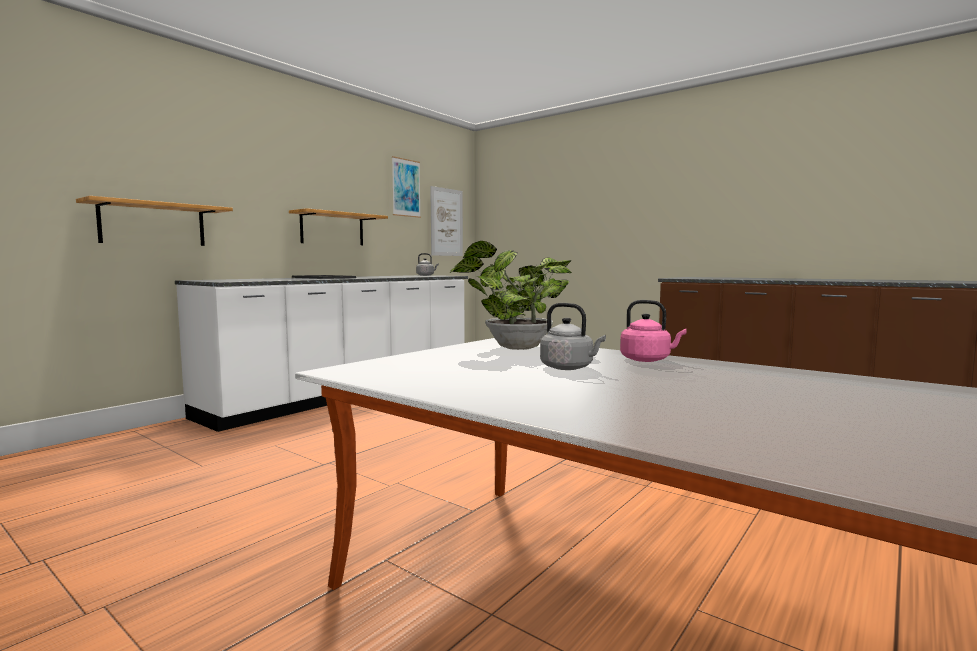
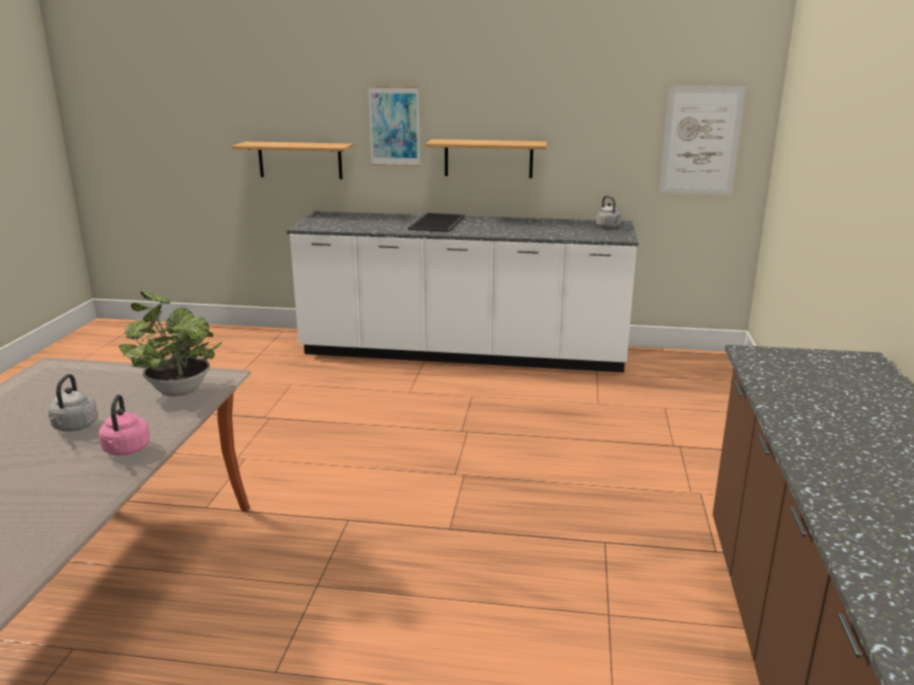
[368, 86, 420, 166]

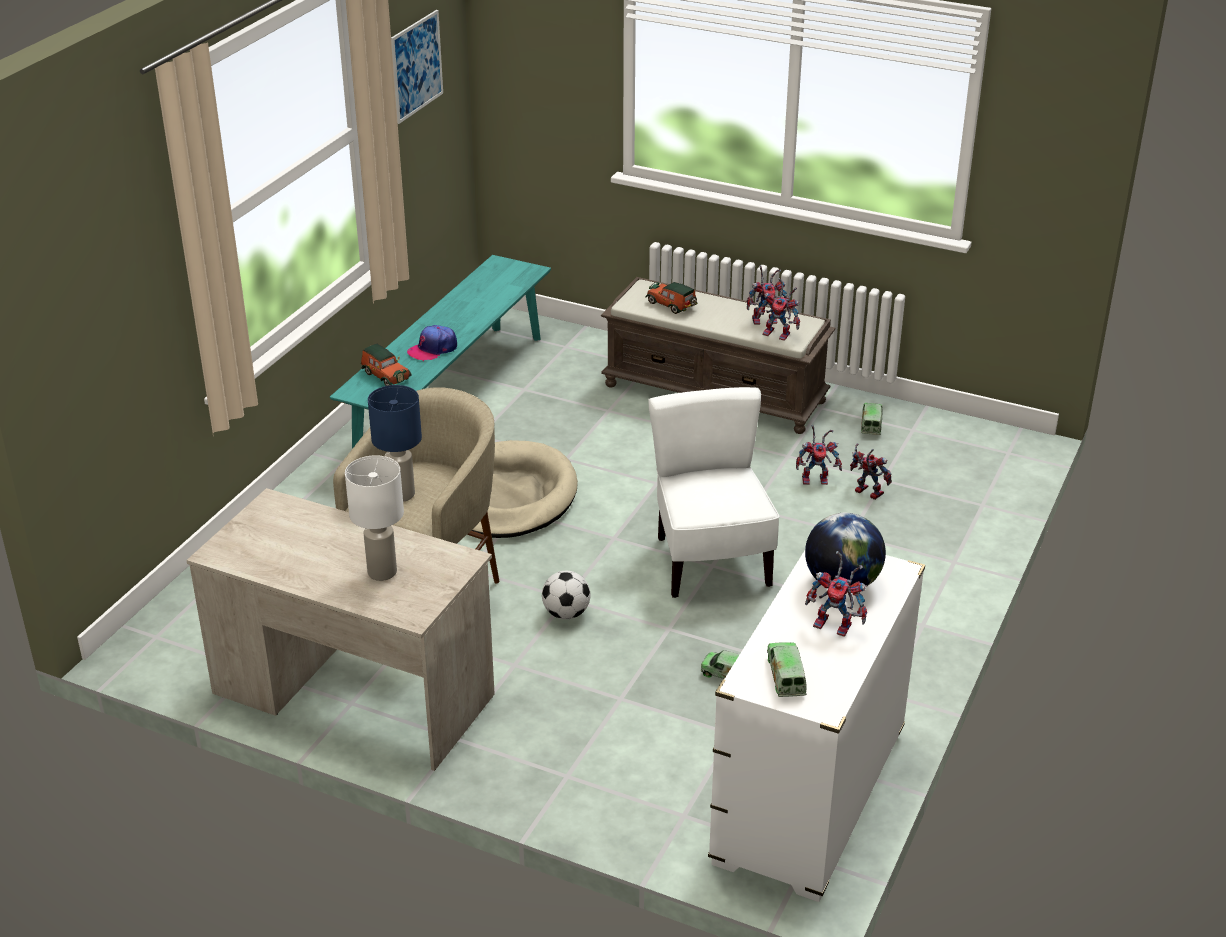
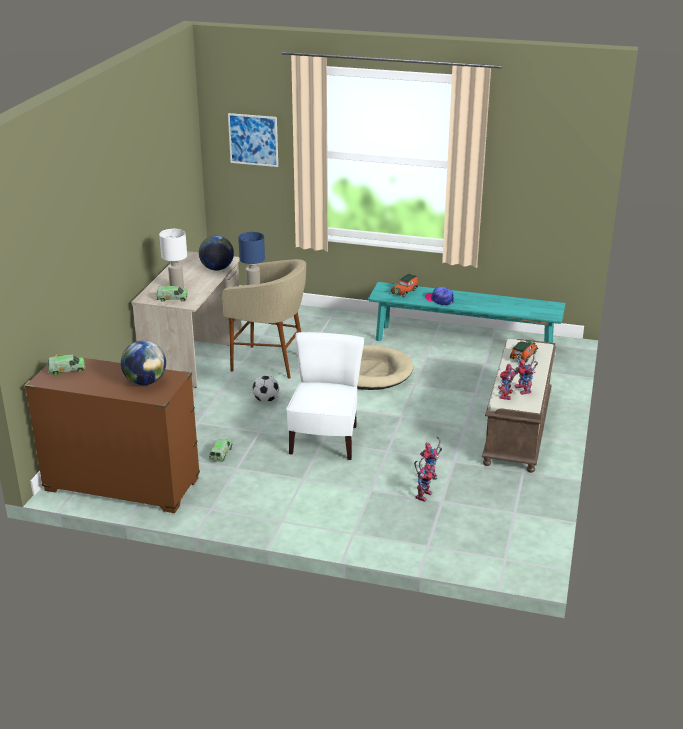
[805, 551, 867, 637] (first image)
[199, 235, 234, 271]
[228, 113, 278, 167]
[157, 286, 188, 302]
[24, 354, 200, 513]
[286, 332, 364, 460]

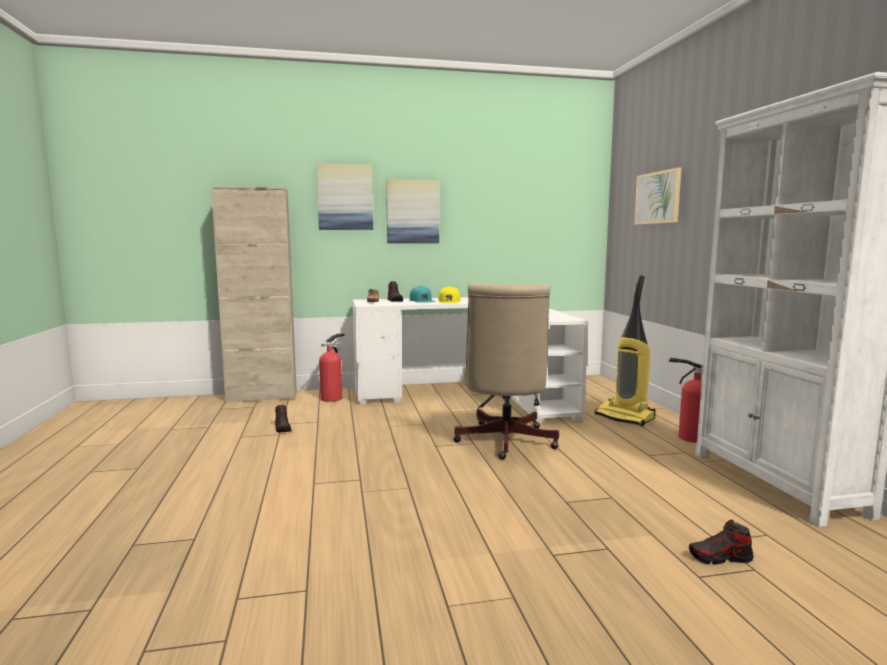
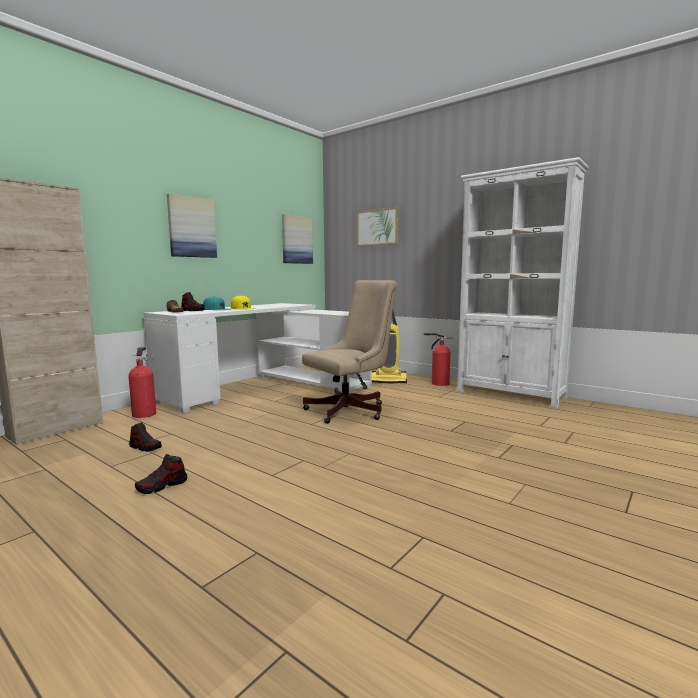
[282, 214, 313, 264]
[135, 454, 187, 494]
[302, 280, 397, 424]

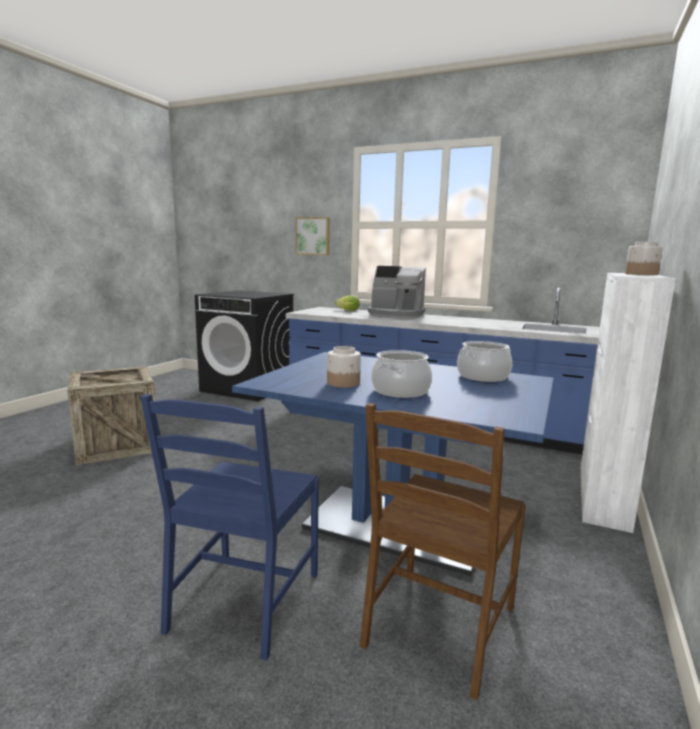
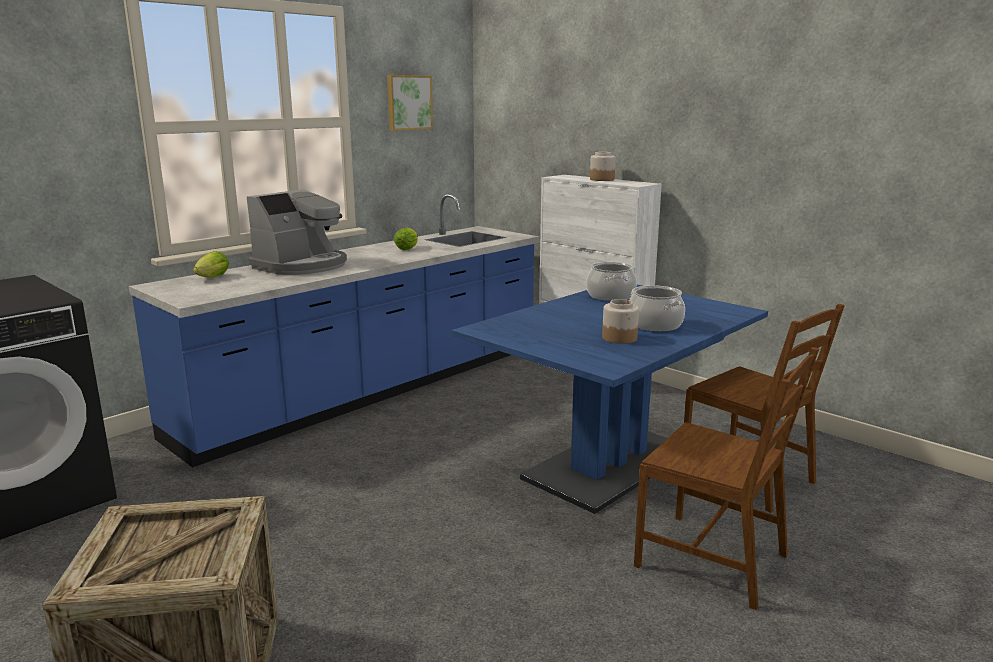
[394, 228, 418, 250]
[387, 75, 433, 131]
[634, 347, 820, 610]

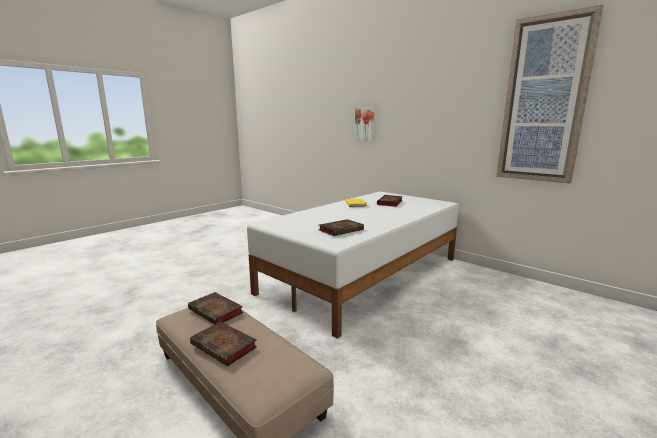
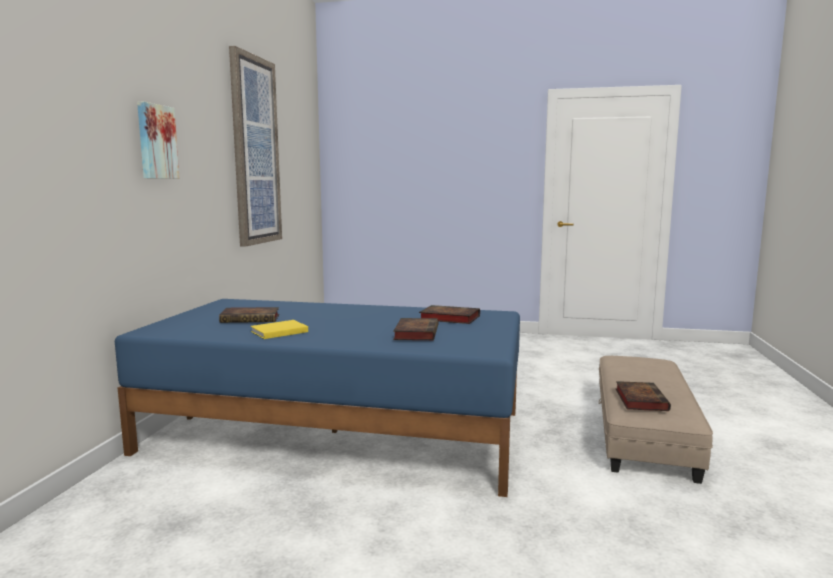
[393, 318, 438, 340]
[137, 101, 180, 179]
[115, 299, 520, 497]

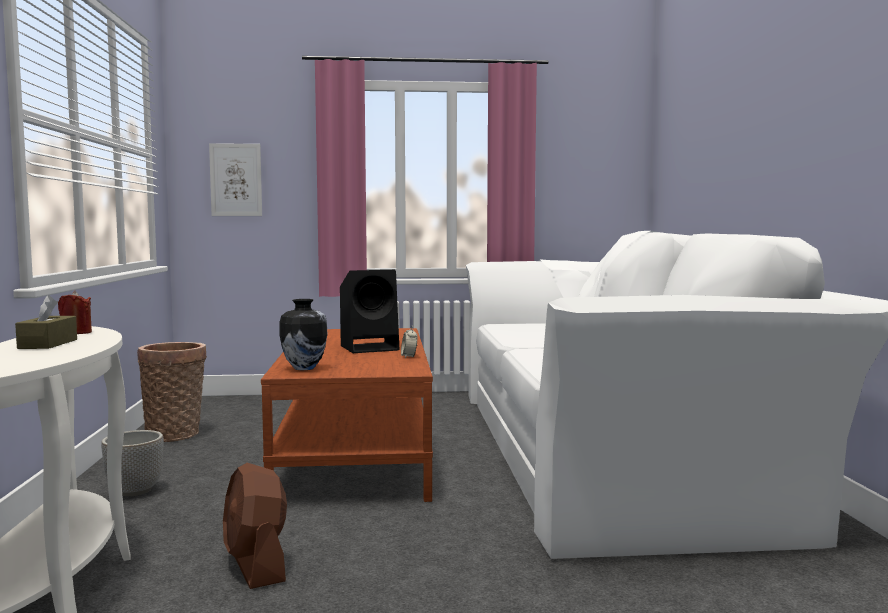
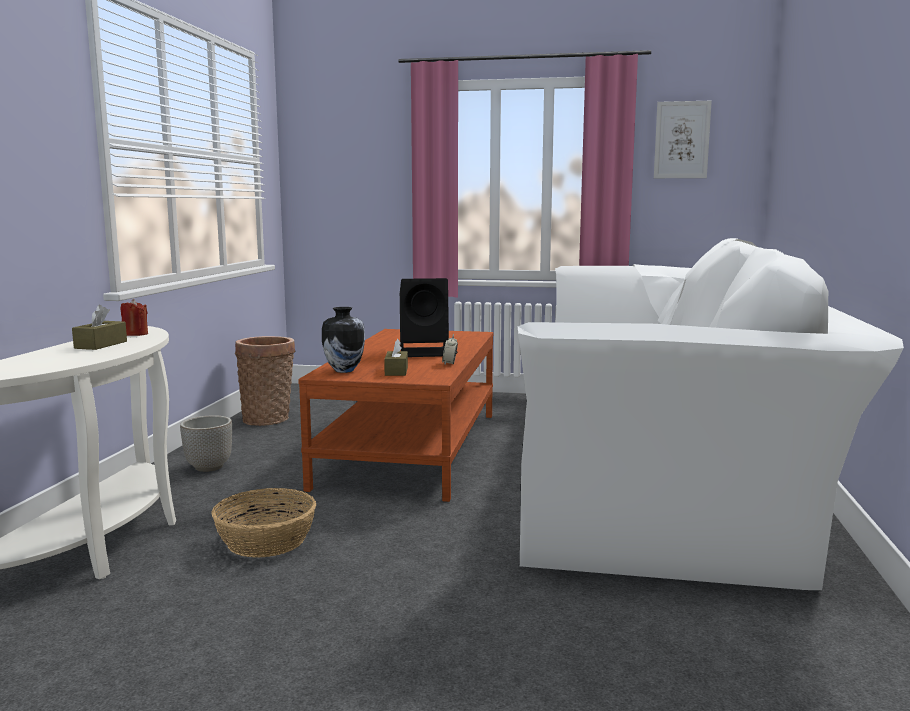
[384, 339, 408, 376]
[654, 101, 712, 178]
[211, 488, 316, 558]

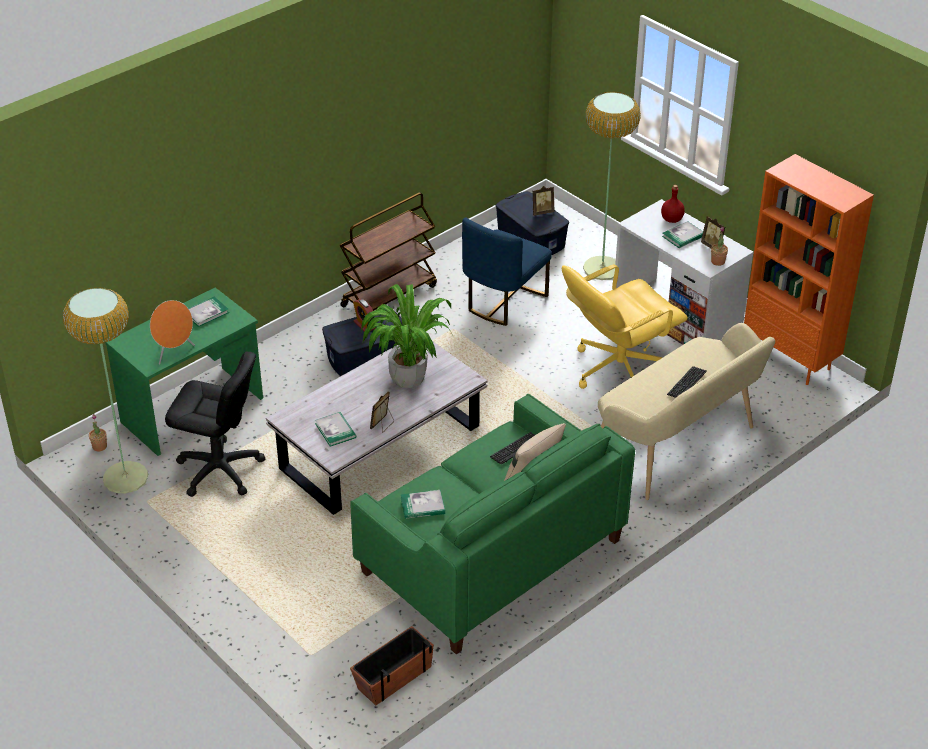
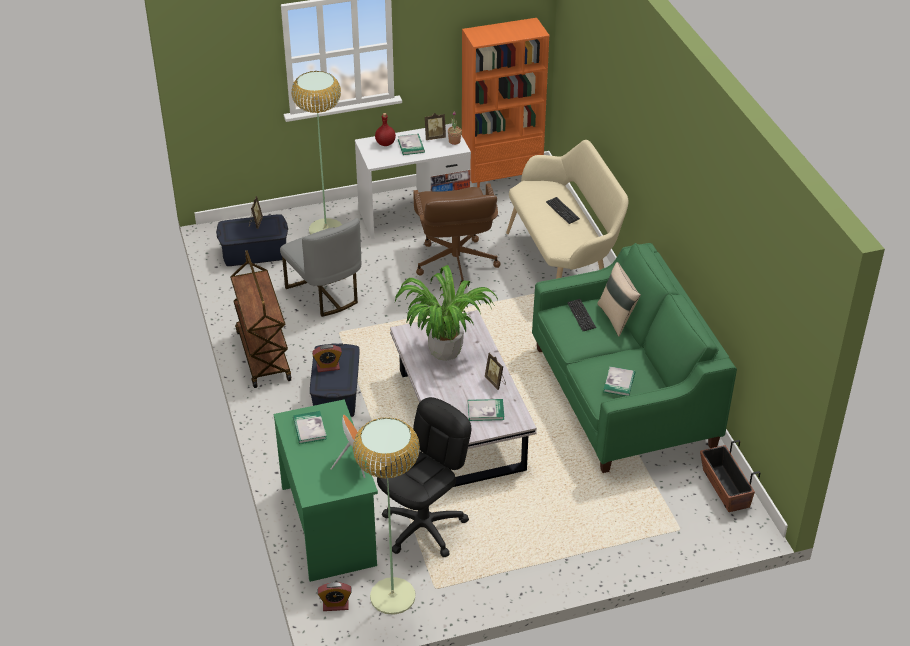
[318, 582, 351, 611]
[280, 218, 361, 317]
[413, 183, 501, 289]

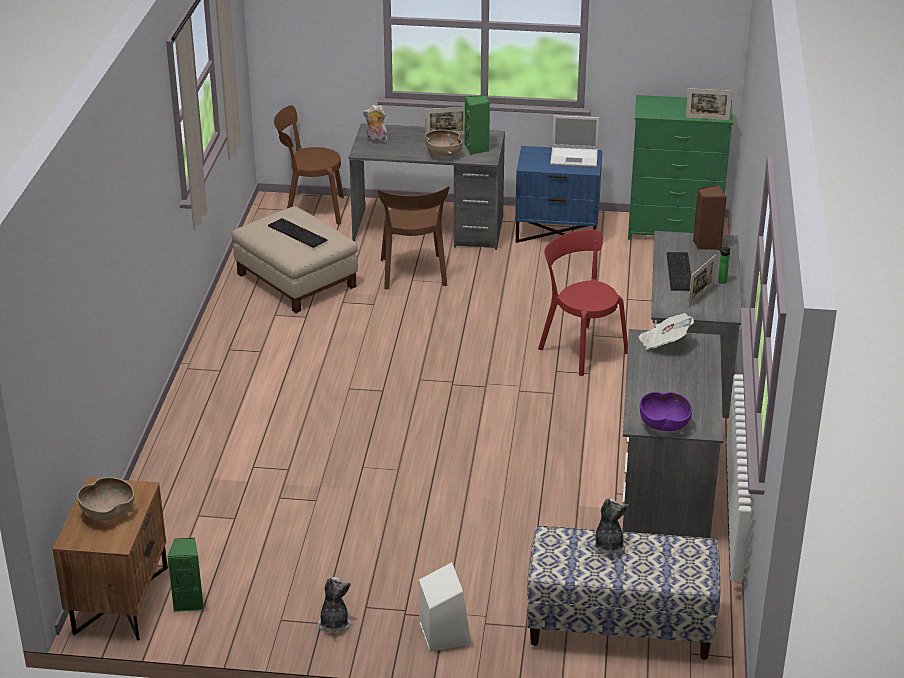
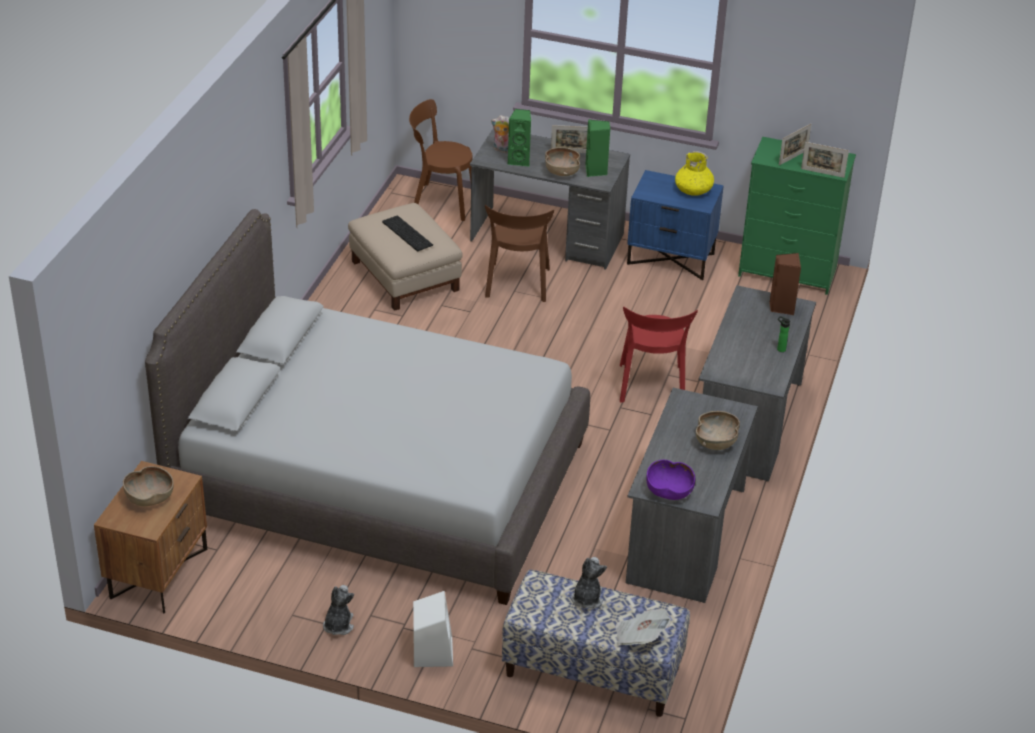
[667, 252, 691, 291] (first image)
[145, 209, 590, 605]
[696, 411, 740, 450]
[507, 109, 531, 166]
[616, 609, 671, 645]
[779, 124, 811, 165]
[675, 151, 714, 196]
[620, 307, 698, 403]

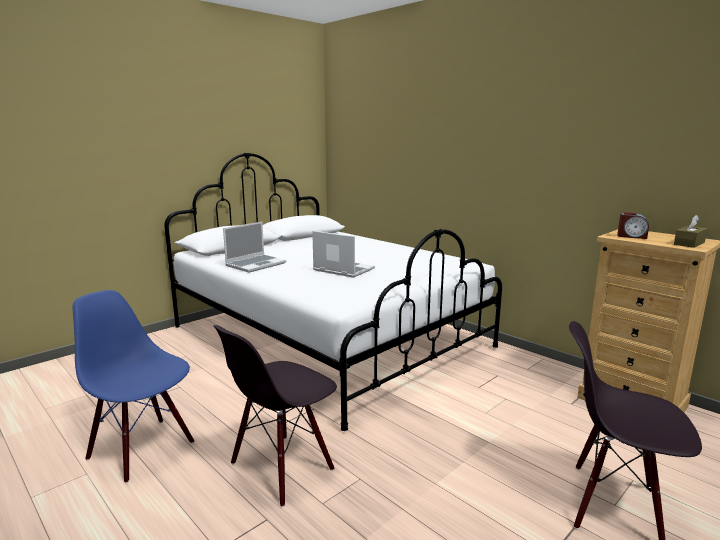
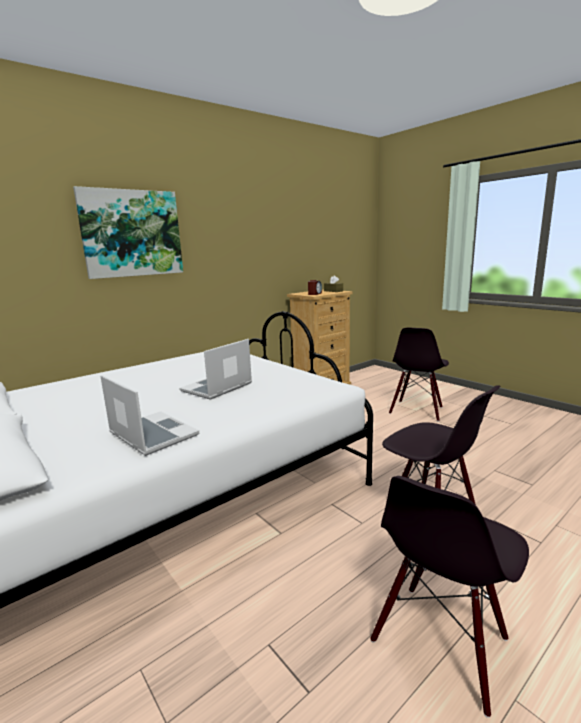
[73, 186, 183, 279]
[371, 476, 529, 718]

